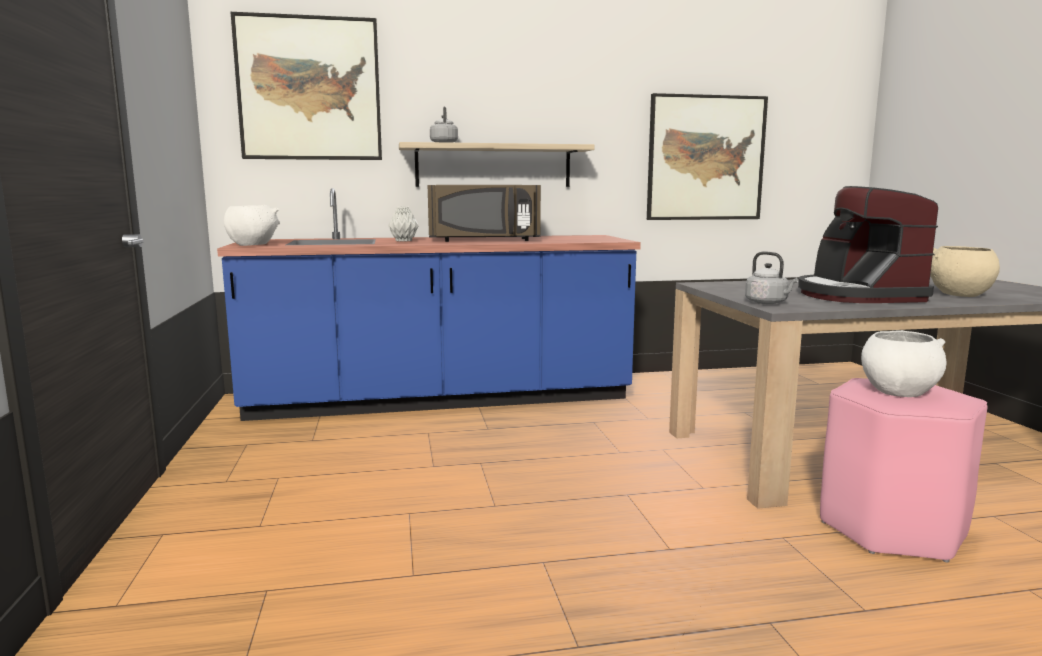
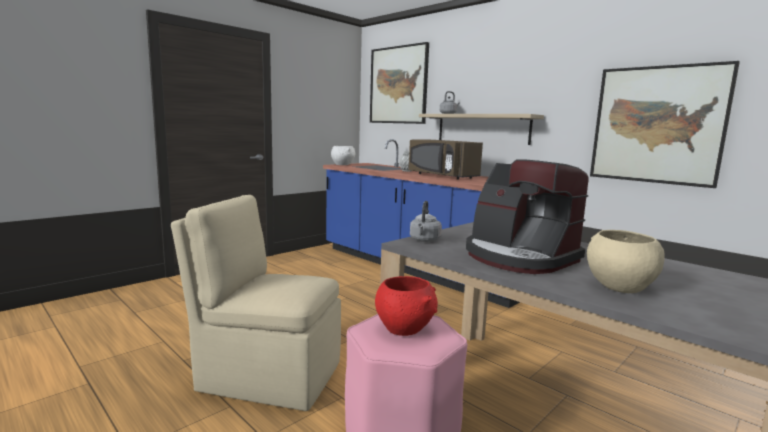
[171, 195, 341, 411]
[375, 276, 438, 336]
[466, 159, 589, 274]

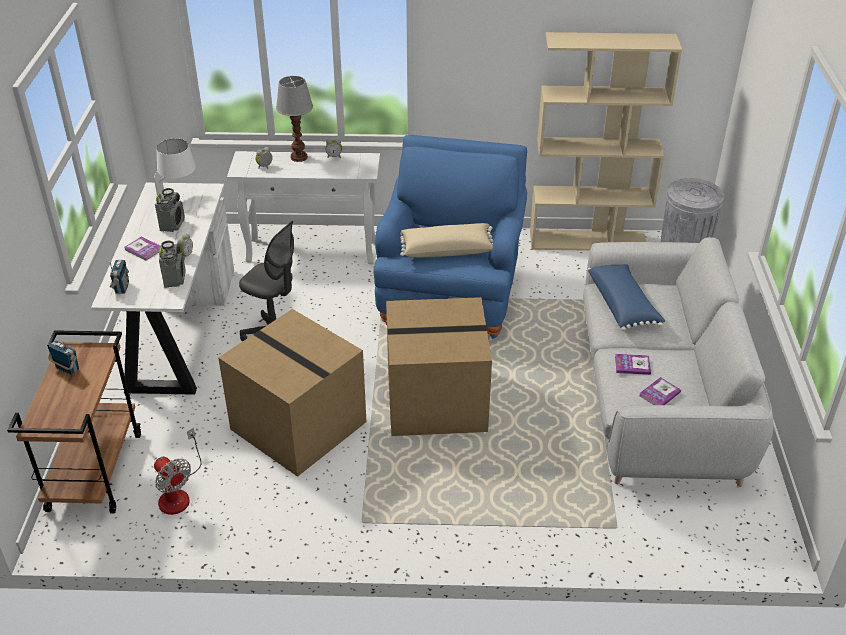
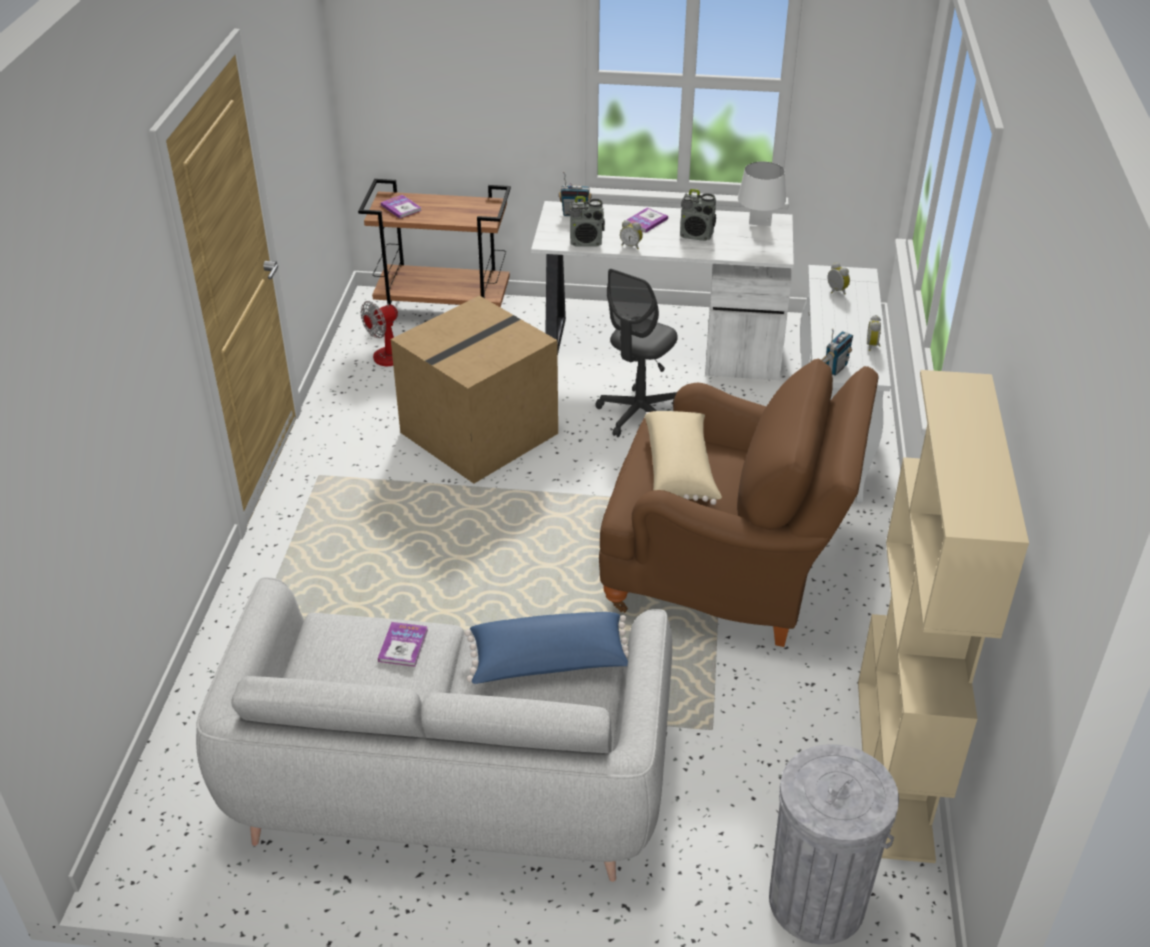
[276, 76, 313, 162] (first image)
[386, 297, 492, 436] (first image)
[822, 328, 853, 376]
[381, 195, 421, 219]
[599, 359, 879, 647]

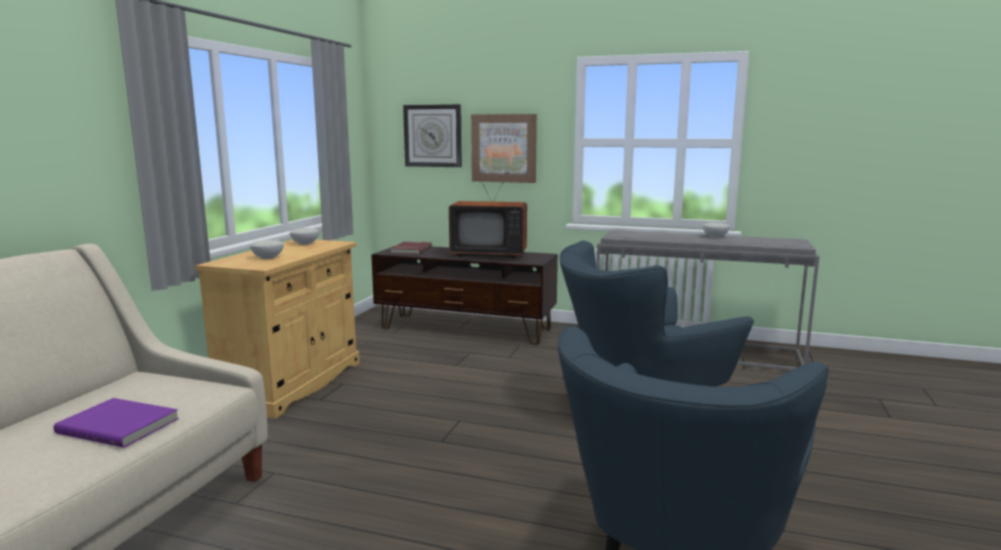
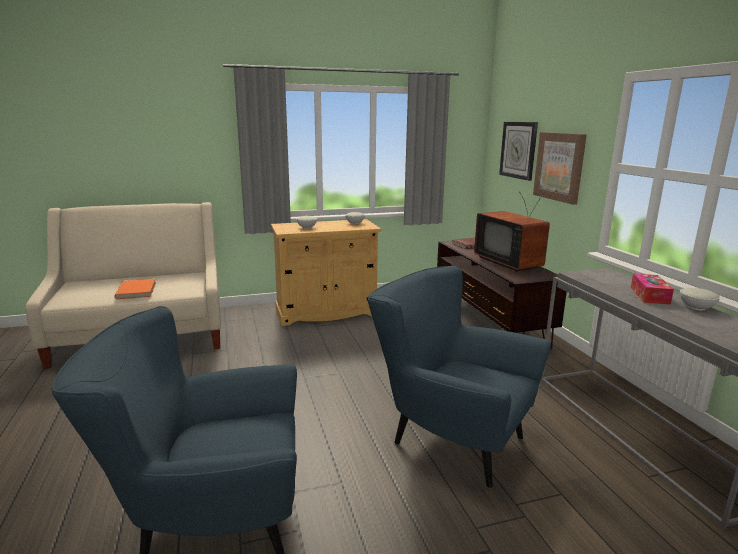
[631, 273, 674, 305]
[114, 279, 156, 299]

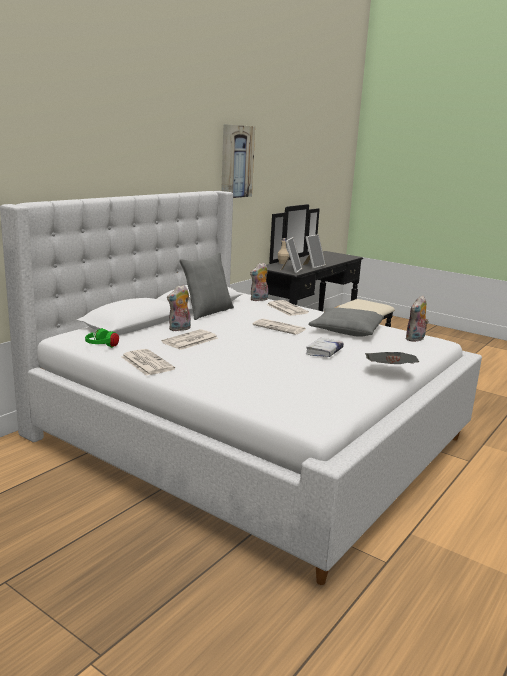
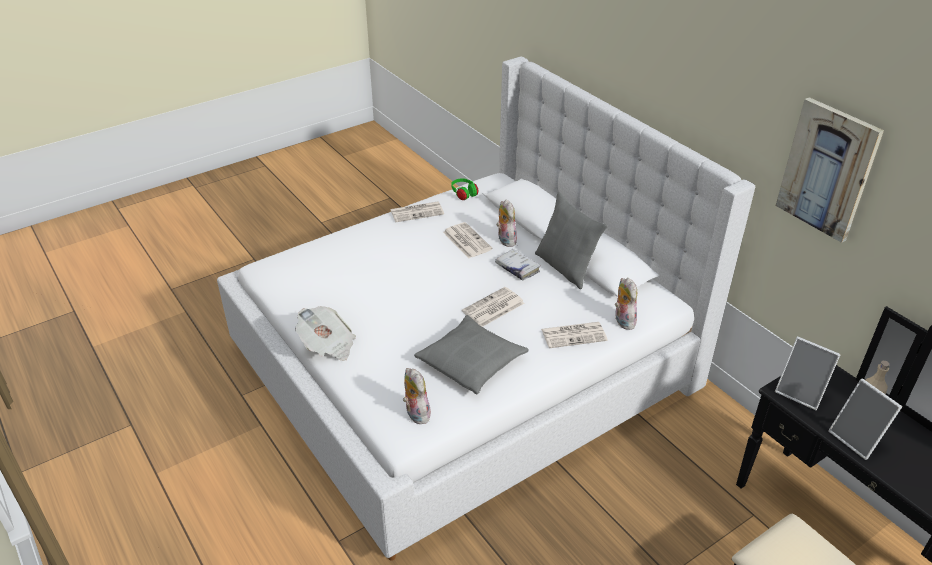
[495, 249, 541, 280]

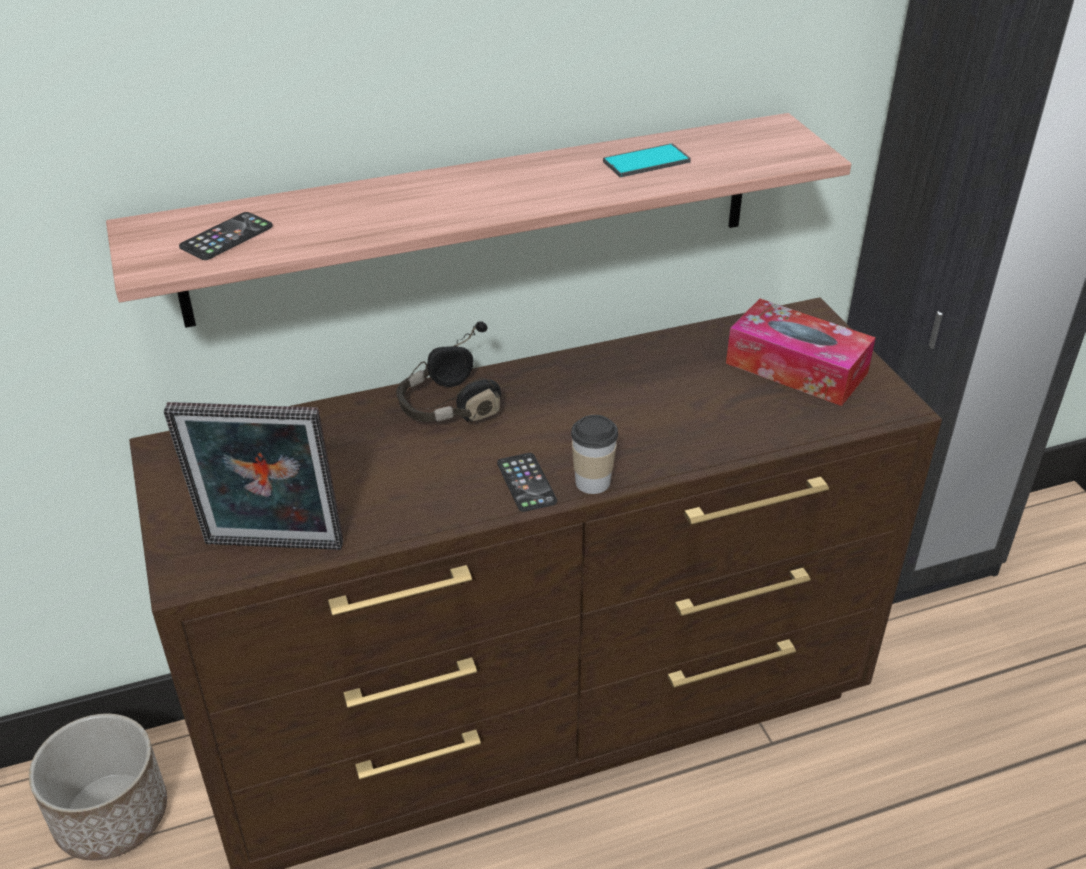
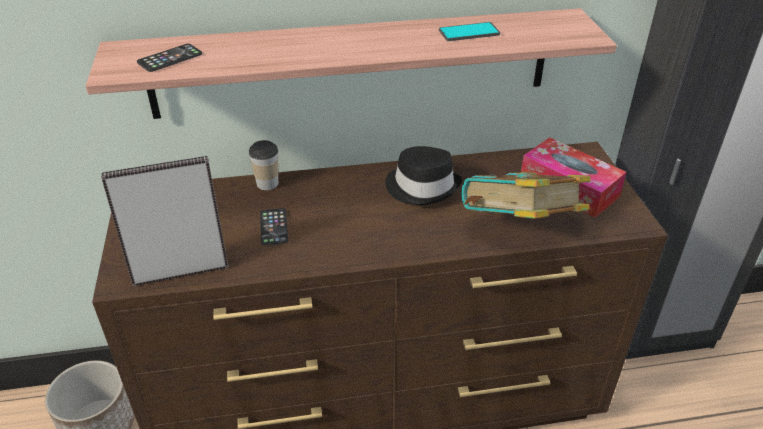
[396, 321, 501, 422] (first image)
[385, 146, 462, 205]
[461, 171, 591, 219]
[260, 208, 288, 245]
[249, 140, 279, 190]
[101, 156, 229, 286]

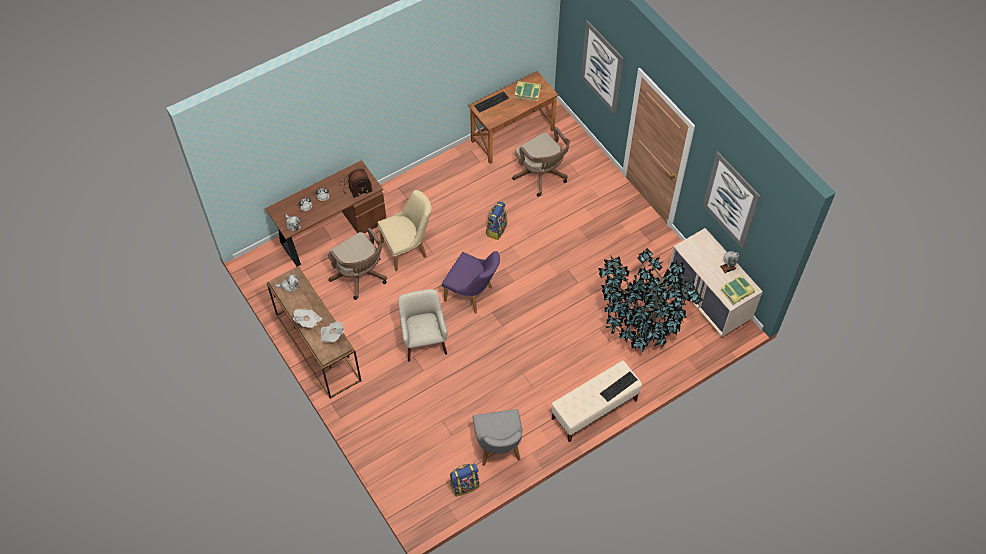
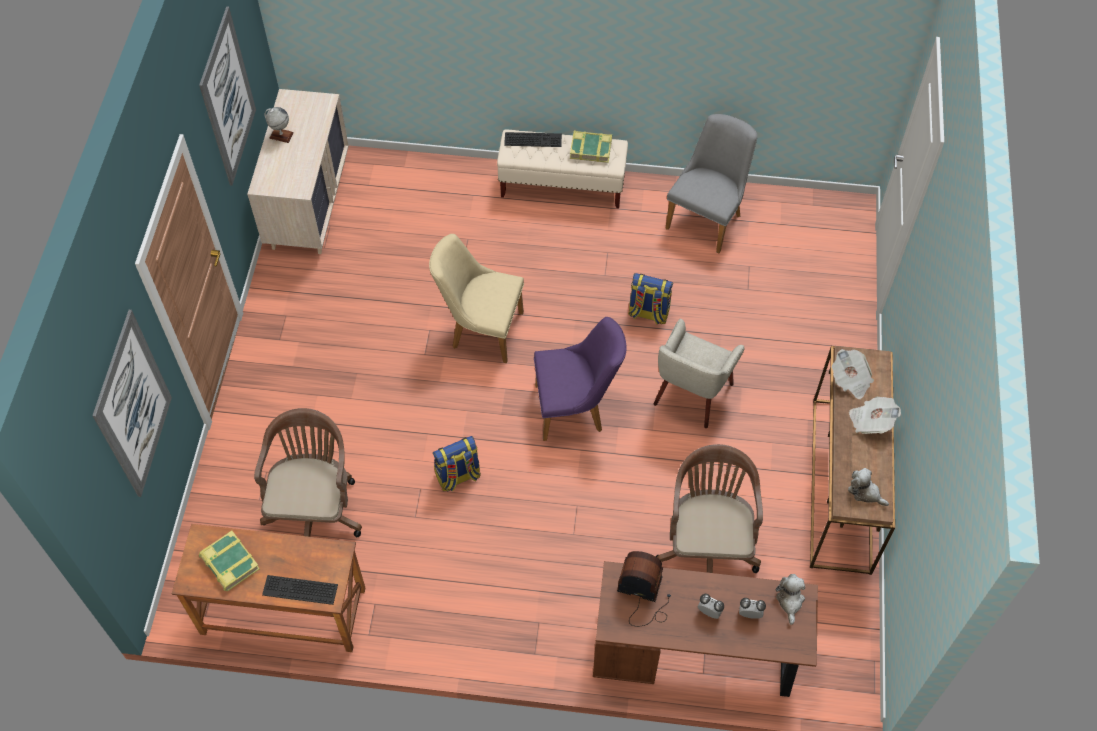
[598, 248, 703, 353] (first image)
[429, 234, 524, 363]
[628, 273, 673, 325]
[570, 130, 612, 163]
[534, 317, 627, 441]

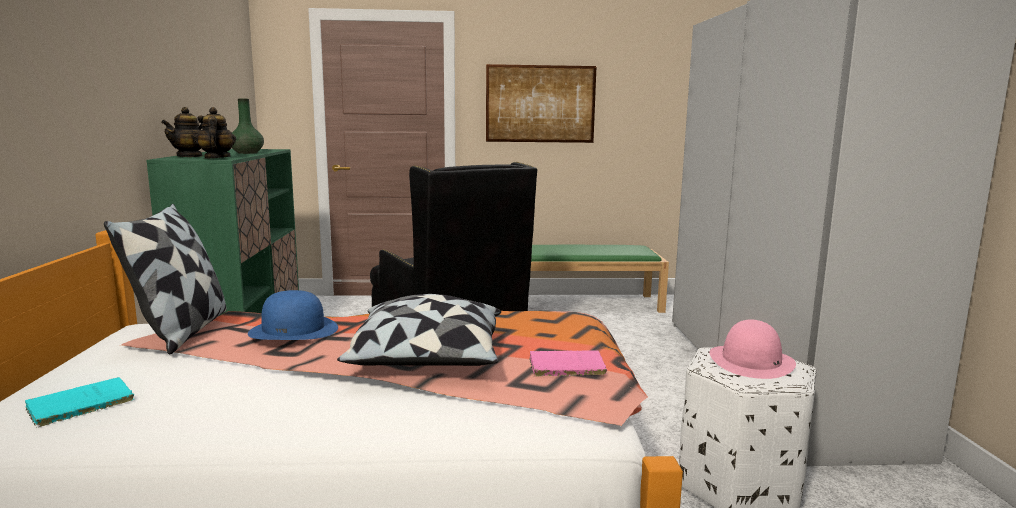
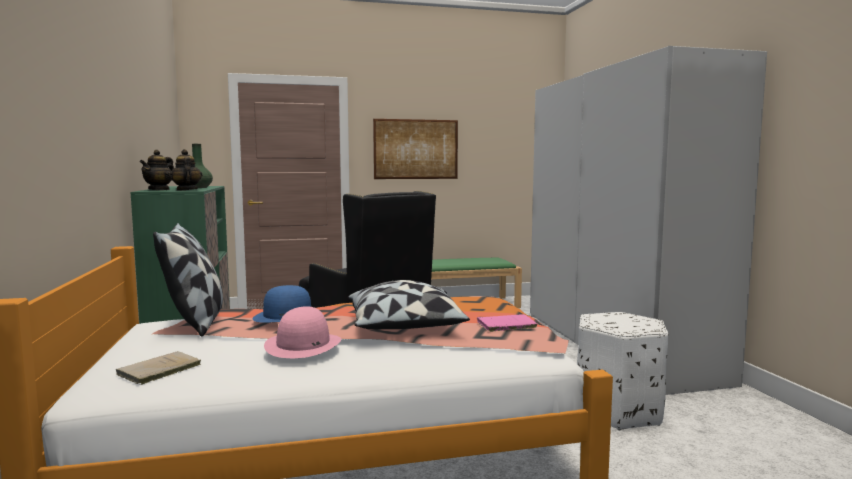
[264, 306, 341, 358]
[116, 351, 201, 385]

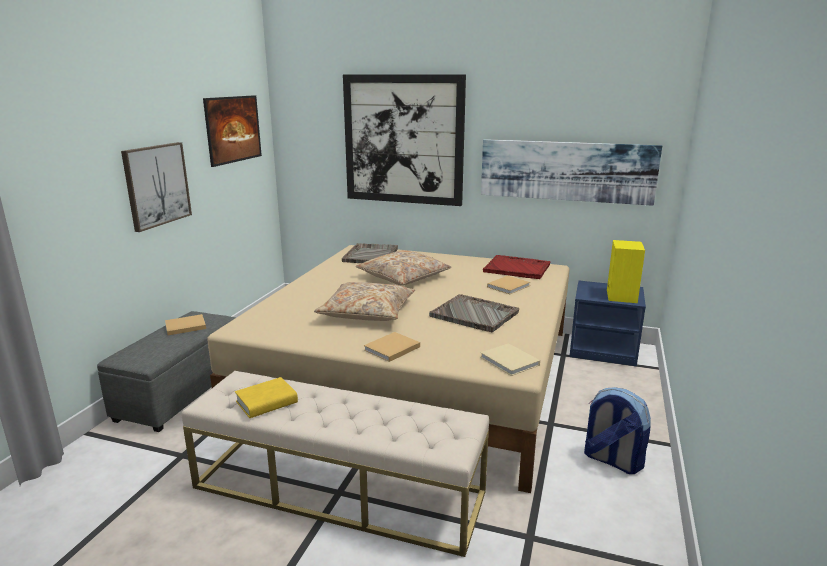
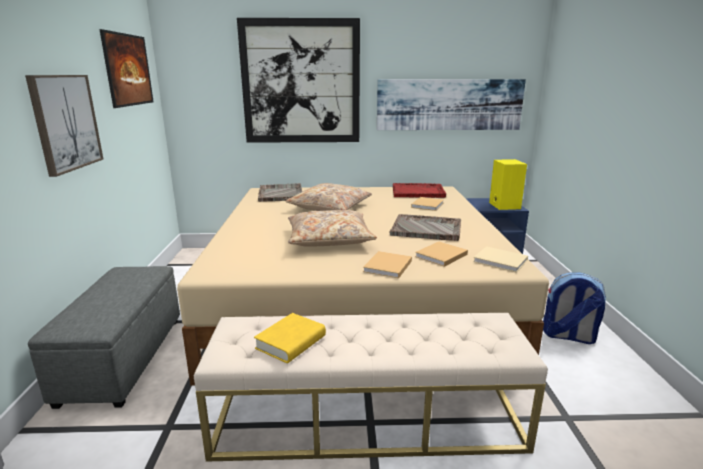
[415, 242, 468, 267]

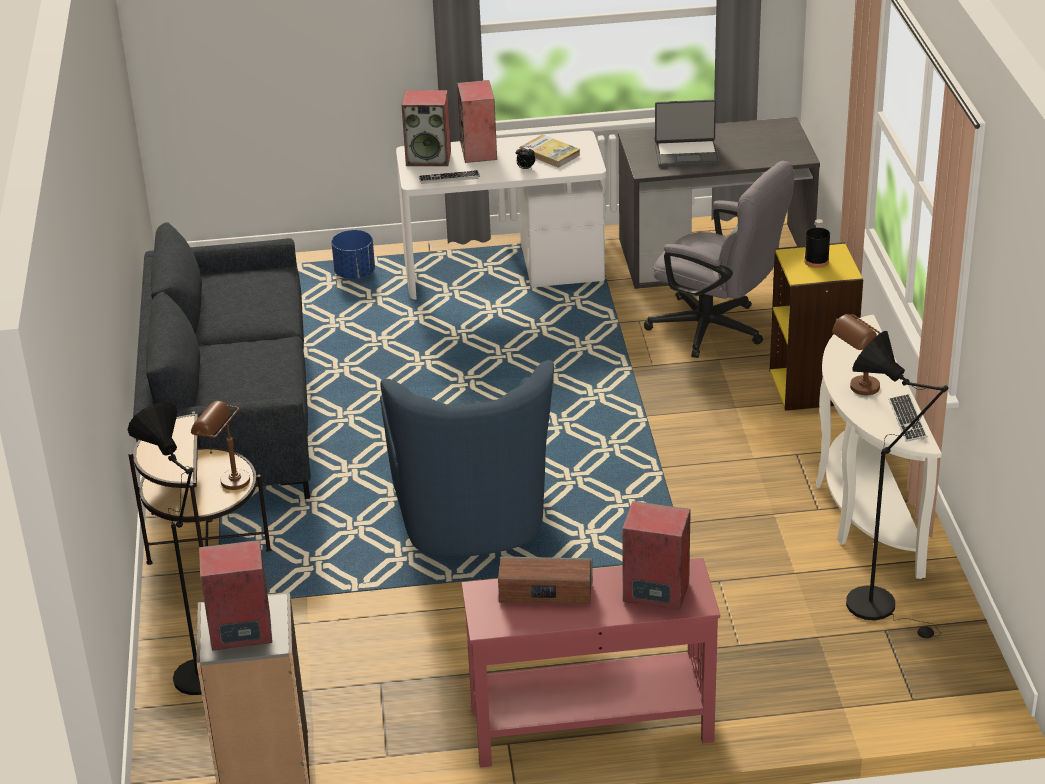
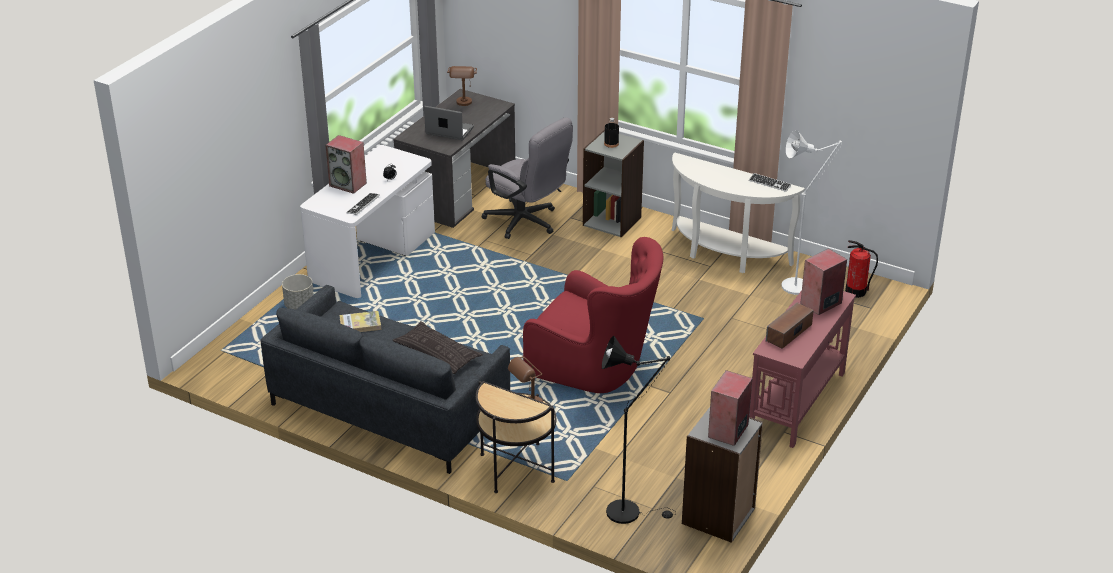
[401, 90, 451, 166] (first image)
[393, 321, 483, 374]
[845, 240, 878, 298]
[339, 311, 381, 332]
[447, 66, 477, 106]
[282, 274, 314, 310]
[523, 237, 663, 393]
[583, 130, 644, 238]
[781, 130, 842, 295]
[482, 117, 573, 239]
[424, 106, 474, 140]

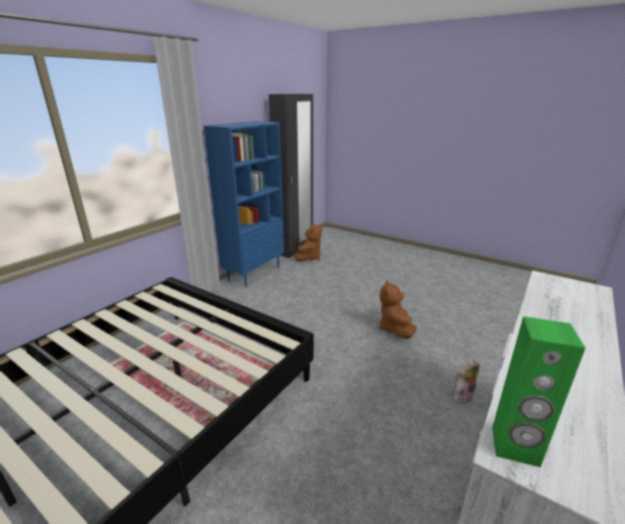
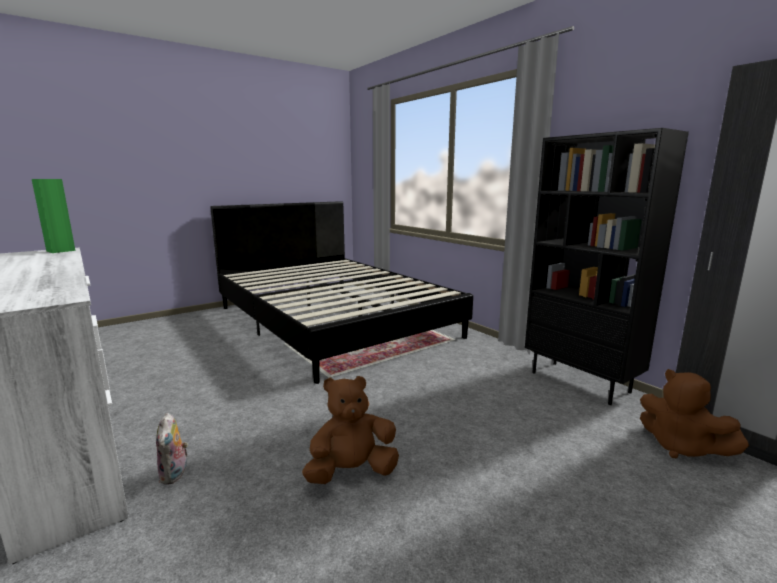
[525, 128, 689, 405]
[302, 376, 399, 484]

